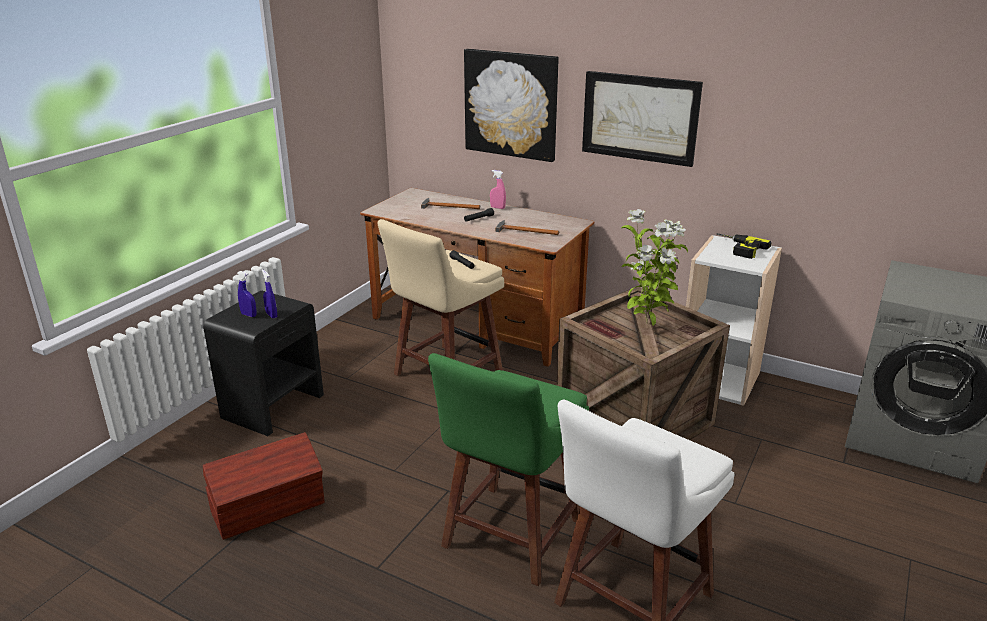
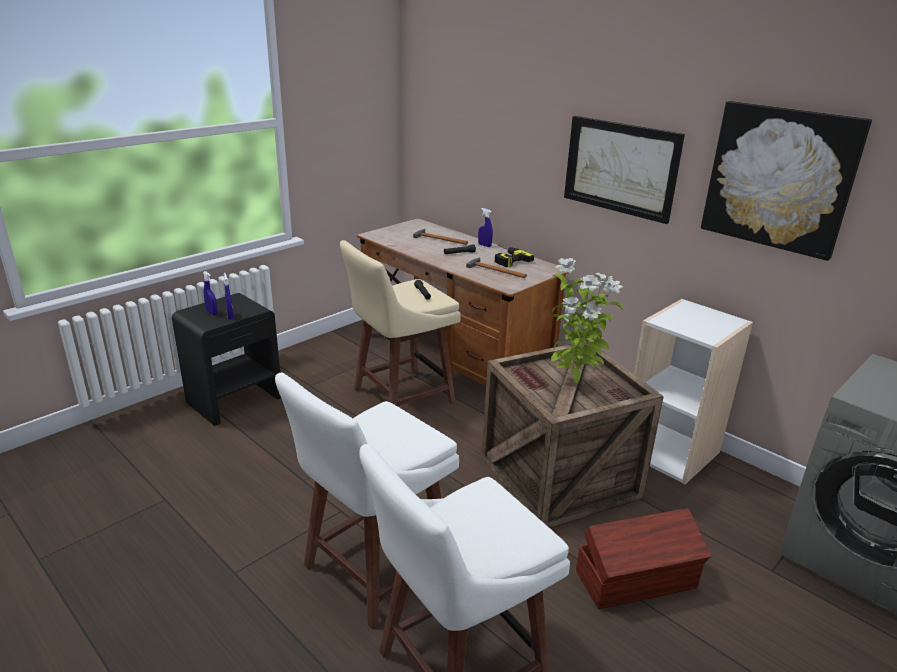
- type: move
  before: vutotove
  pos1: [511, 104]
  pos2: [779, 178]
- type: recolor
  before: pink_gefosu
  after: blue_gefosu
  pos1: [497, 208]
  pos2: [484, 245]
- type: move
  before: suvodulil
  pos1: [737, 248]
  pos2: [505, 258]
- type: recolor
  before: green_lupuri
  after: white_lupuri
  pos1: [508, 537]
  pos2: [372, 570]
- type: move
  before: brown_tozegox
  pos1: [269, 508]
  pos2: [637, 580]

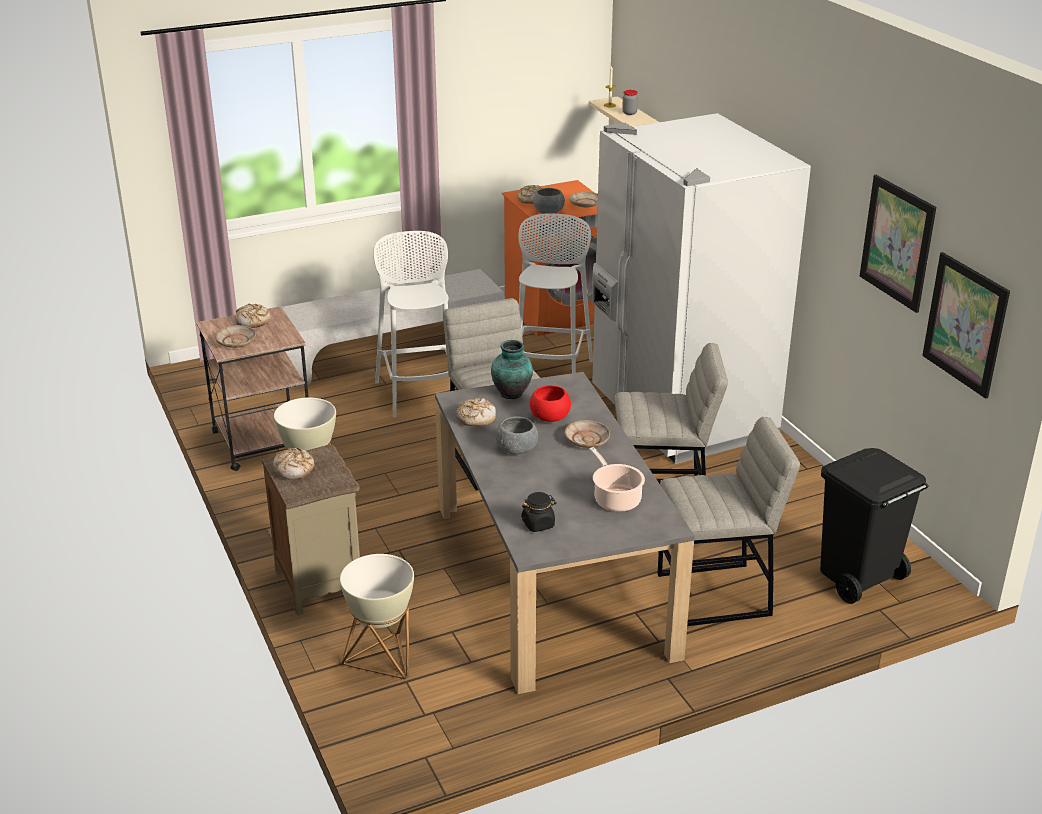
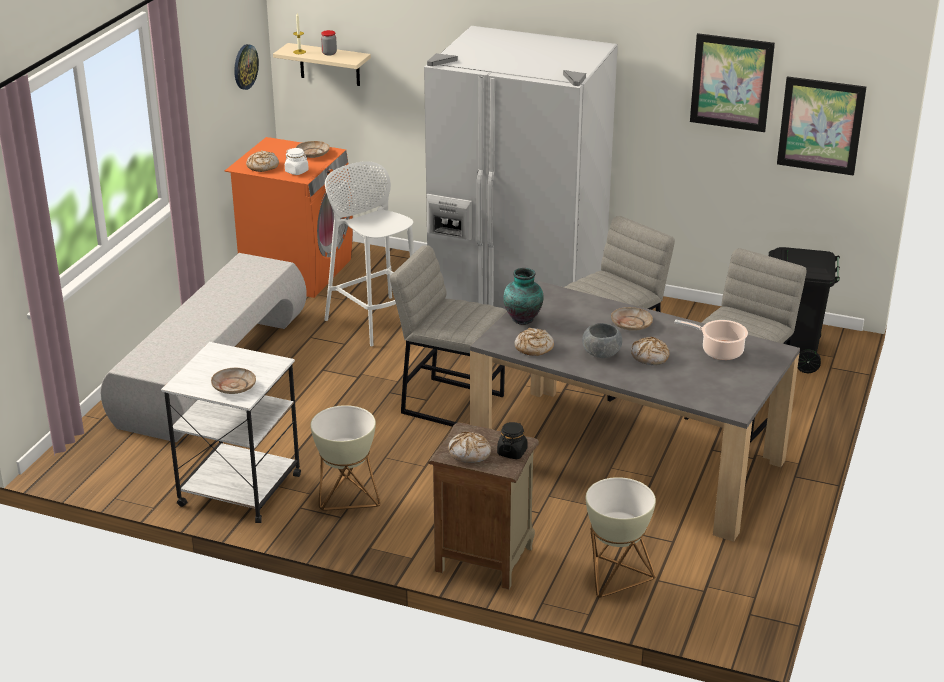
- type: replace
  before: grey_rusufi
  after: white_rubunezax
  pos1: [548, 212]
  pos2: [297, 171]
- type: delete
  before: white_lupuri
  pos1: [419, 394]
- type: move
  before: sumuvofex
  pos1: [253, 321]
  pos2: [650, 357]
- type: recolor
  before: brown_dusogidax
  after: white_dusogidax
  pos1: [262, 441]
  pos2: [238, 489]
- type: delete
  before: red_rusufi
  pos1: [549, 417]
- type: move
  before: black_rubunezax
  pos1: [538, 524]
  pos2: [512, 452]
- type: insert
  after: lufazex
  pos2: [245, 66]

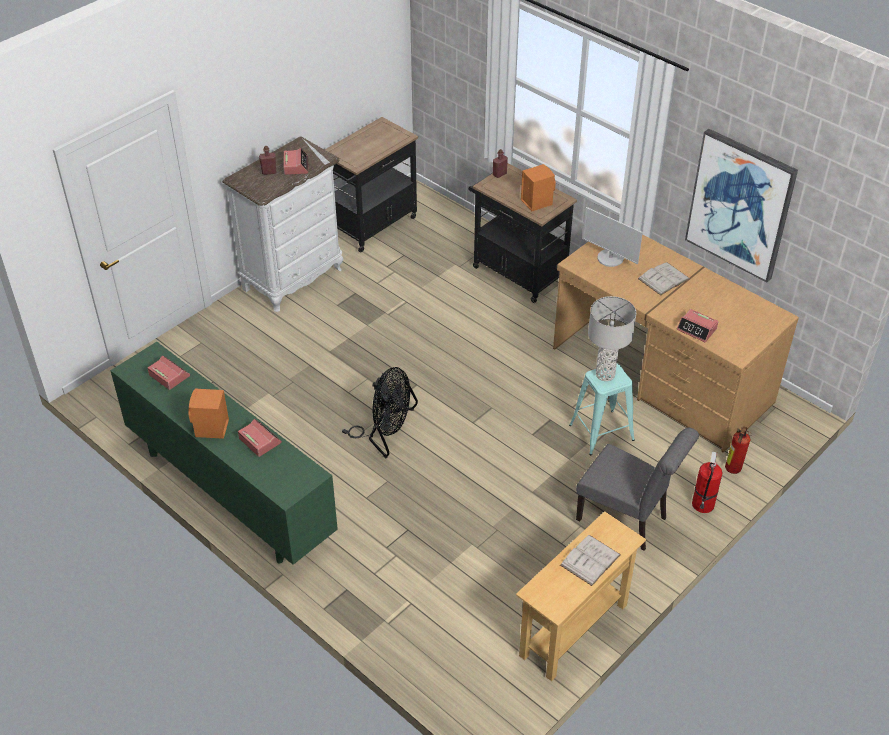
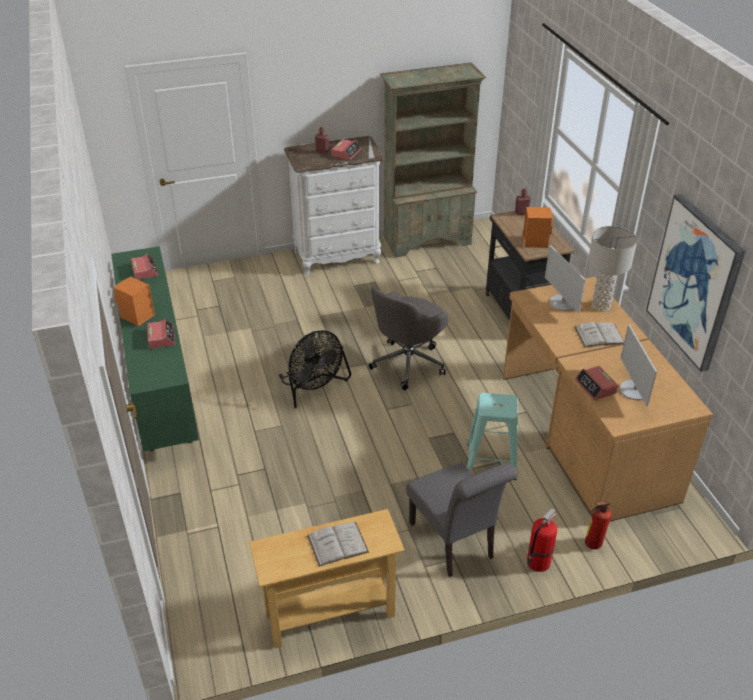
- type: replace
  before: black_dusogidax
  after: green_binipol
  pos1: [370, 226]
  pos2: [427, 240]
- type: move
  before: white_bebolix
  pos1: [605, 374]
  pos2: [601, 305]
- type: insert
  after: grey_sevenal
  pos2: [408, 364]
- type: insert
  after: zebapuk
  pos2: [634, 390]

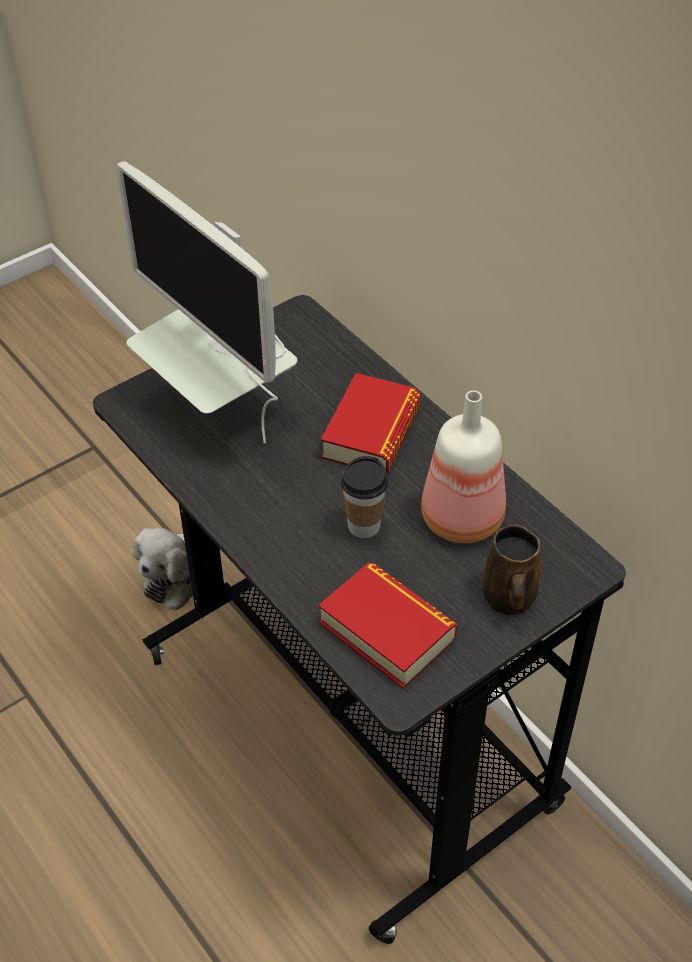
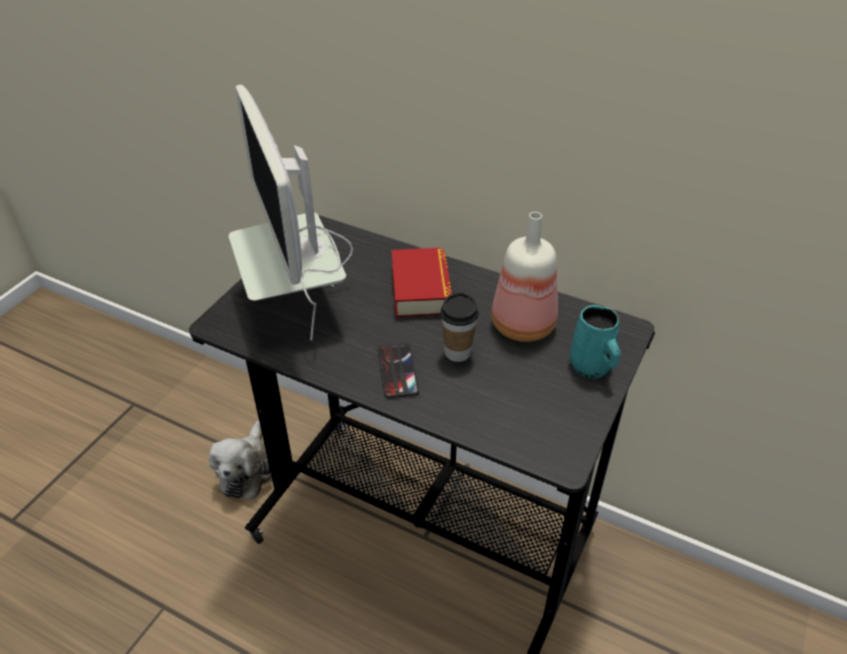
- type: rotate
  before: zebapuk
  pos1: [222, 405]
  pos2: [297, 303]
  turn: 45
- type: recolor
  before: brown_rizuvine
  after: turquoise_rizuvine
  pos1: [509, 599]
  pos2: [591, 367]
- type: delete
  before: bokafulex
  pos1: [387, 631]
- type: insert
  after: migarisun
  pos2: [397, 370]

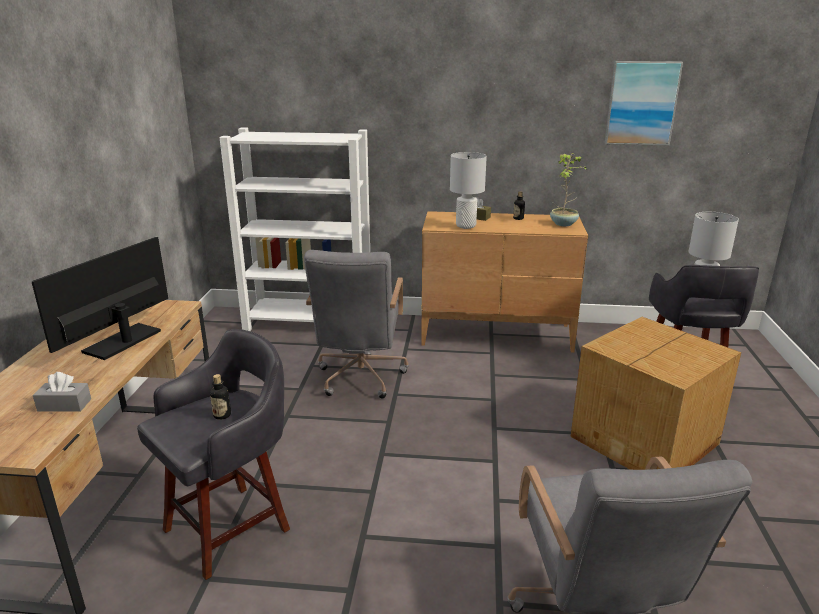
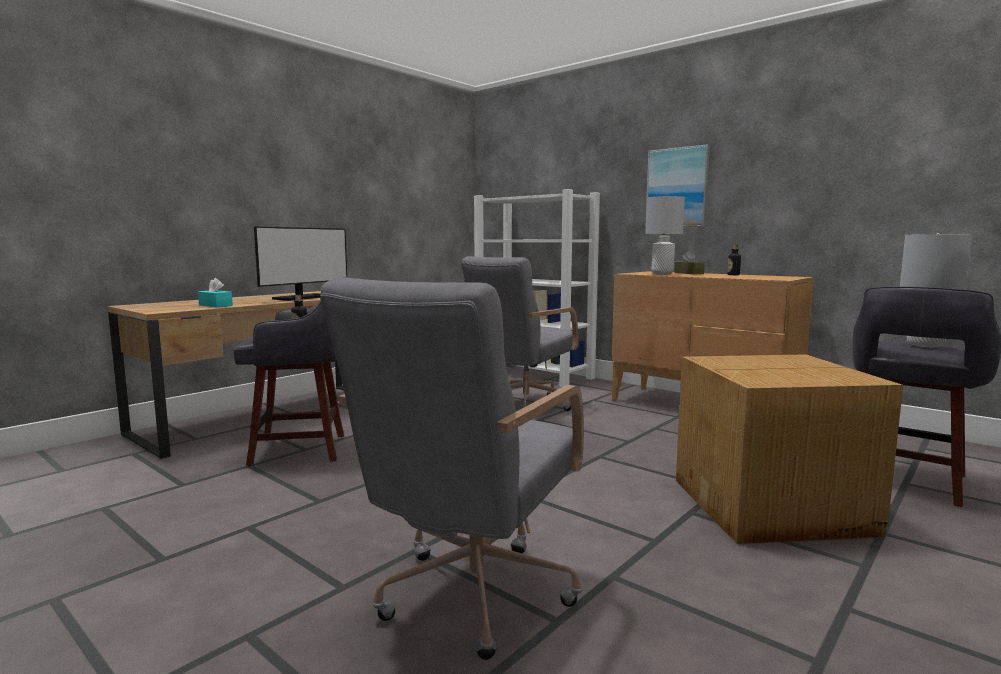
- type: move
  before: vutotove
  pos1: [641, 103]
  pos2: [677, 188]
- type: delete
  before: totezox
  pos1: [564, 224]
- type: rotate
  before: zebapuk
  pos1: [122, 341]
  pos2: [303, 297]
  turn: 150
- type: recolor
  before: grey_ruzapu
  after: turquoise_ruzapu
  pos1: [64, 405]
  pos2: [215, 305]

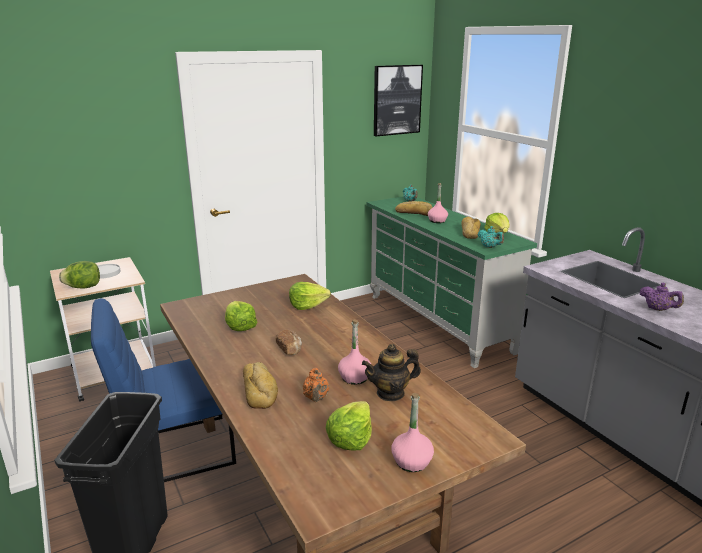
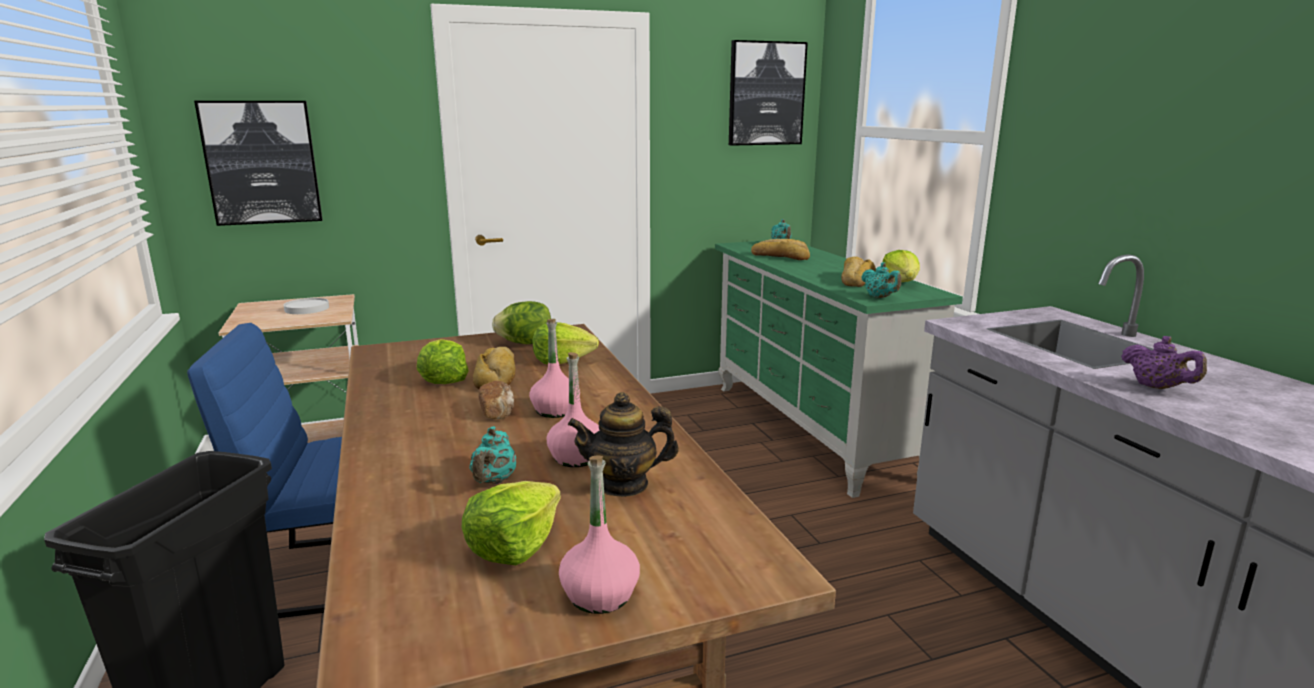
- type: move
  before: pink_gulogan
  pos1: [437, 221]
  pos2: [555, 411]
- type: move
  before: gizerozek
  pos1: [83, 287]
  pos2: [525, 343]
- type: move
  before: sumuvofex
  pos1: [260, 389]
  pos2: [498, 376]
- type: recolor
  before: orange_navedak
  after: turquoise_navedak
  pos1: [316, 398]
  pos2: [494, 481]
- type: insert
  after: vutotove
  pos2: [262, 162]

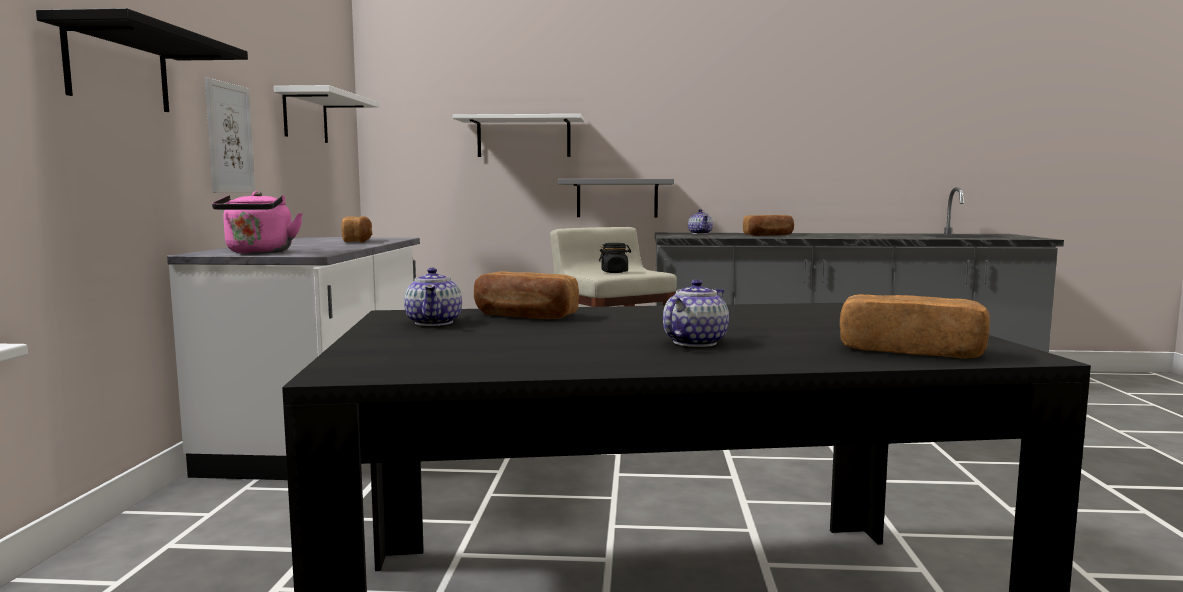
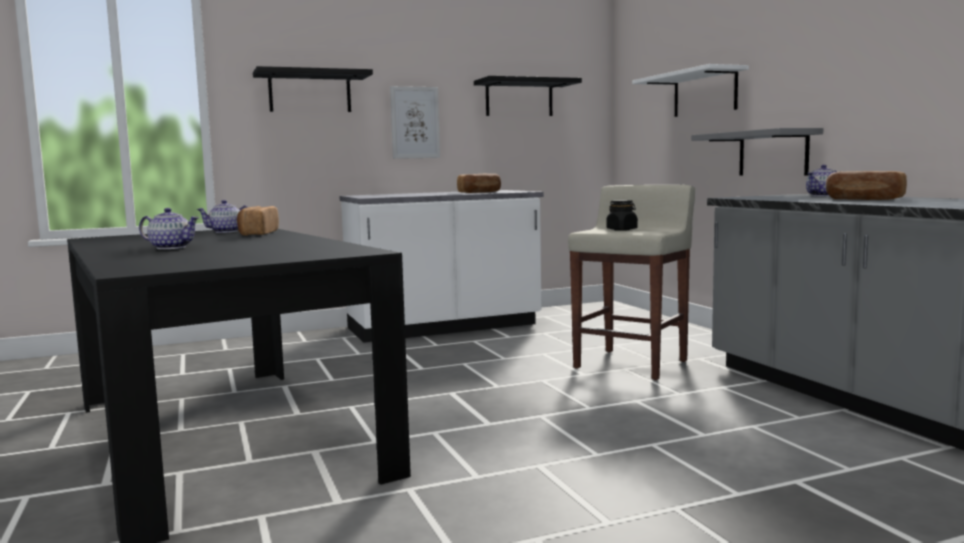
- type: recolor
  before: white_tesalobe
  after: black_tesalobe
  pos1: [305, 117]
  pos2: [519, 98]
- type: delete
  before: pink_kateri
  pos1: [258, 252]
- type: delete
  before: sumuvofex
  pos1: [910, 351]

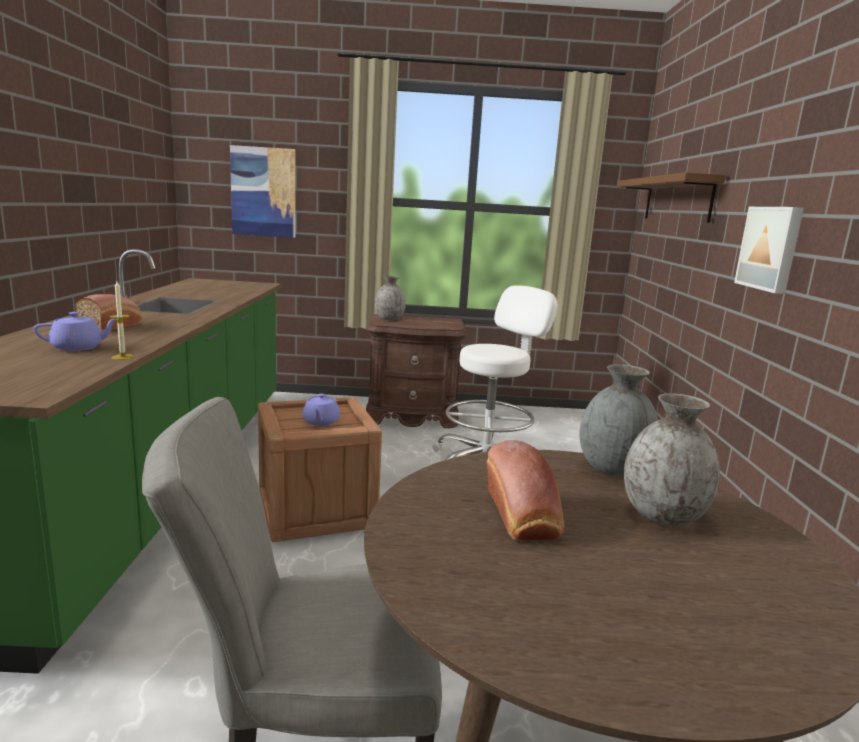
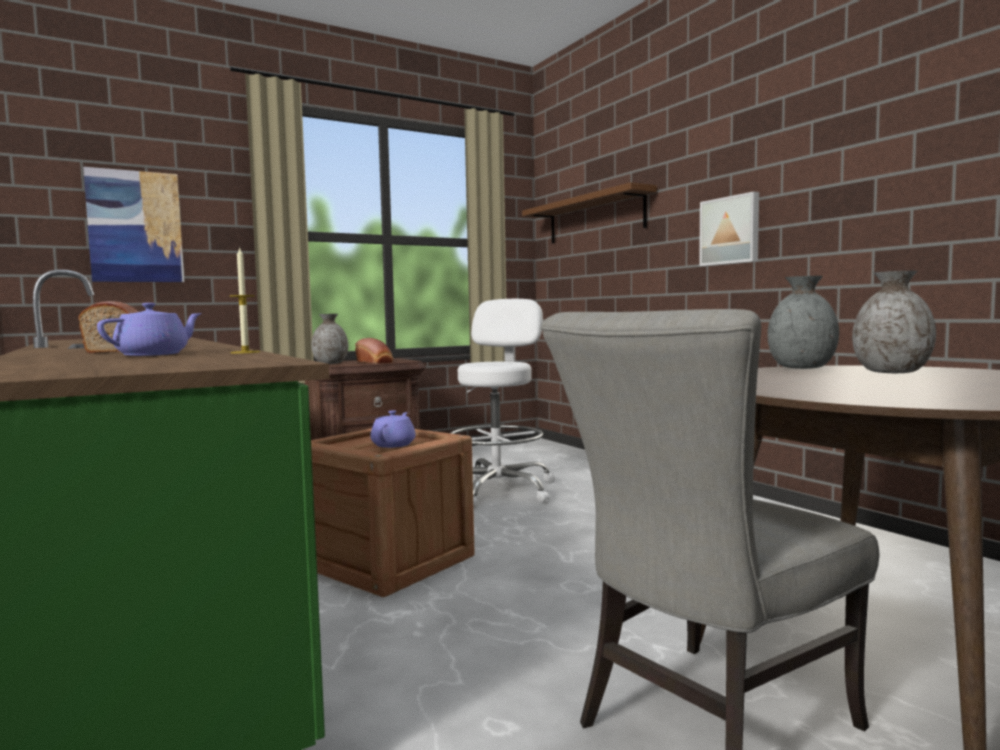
- type: rotate
  before: purple_navedak
  pos1: [320, 422]
  pos2: [394, 444]
  turn: -135
- type: move
  before: sumuvofex
  pos1: [522, 516]
  pos2: [375, 362]

